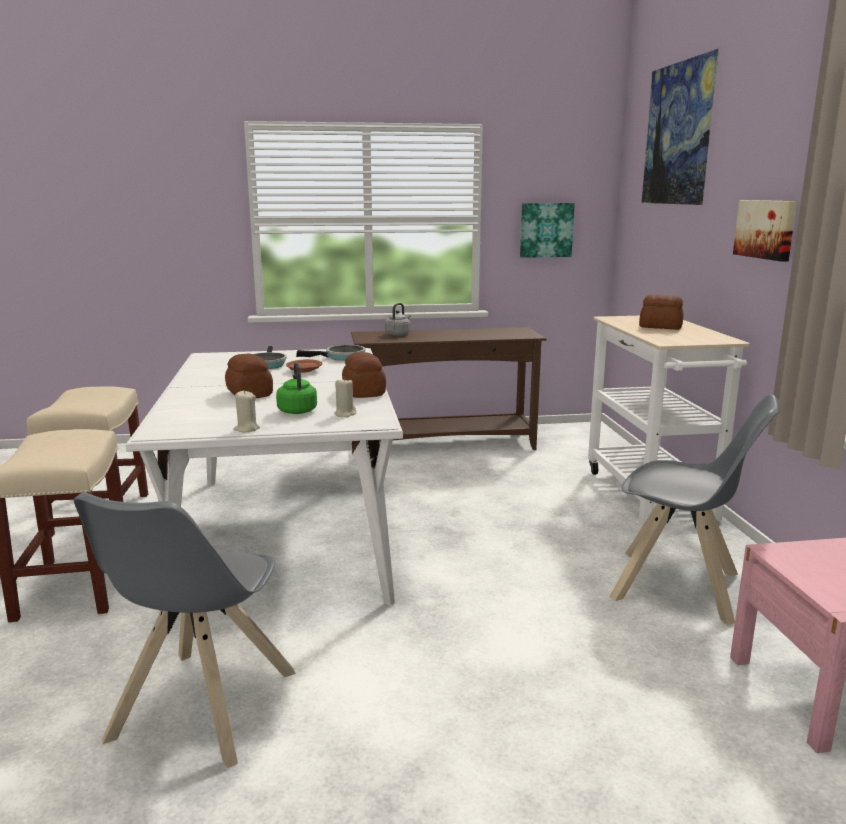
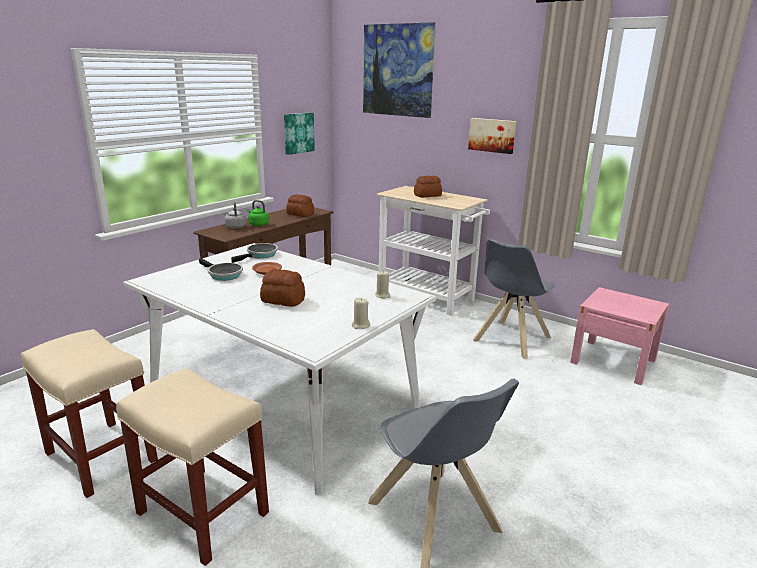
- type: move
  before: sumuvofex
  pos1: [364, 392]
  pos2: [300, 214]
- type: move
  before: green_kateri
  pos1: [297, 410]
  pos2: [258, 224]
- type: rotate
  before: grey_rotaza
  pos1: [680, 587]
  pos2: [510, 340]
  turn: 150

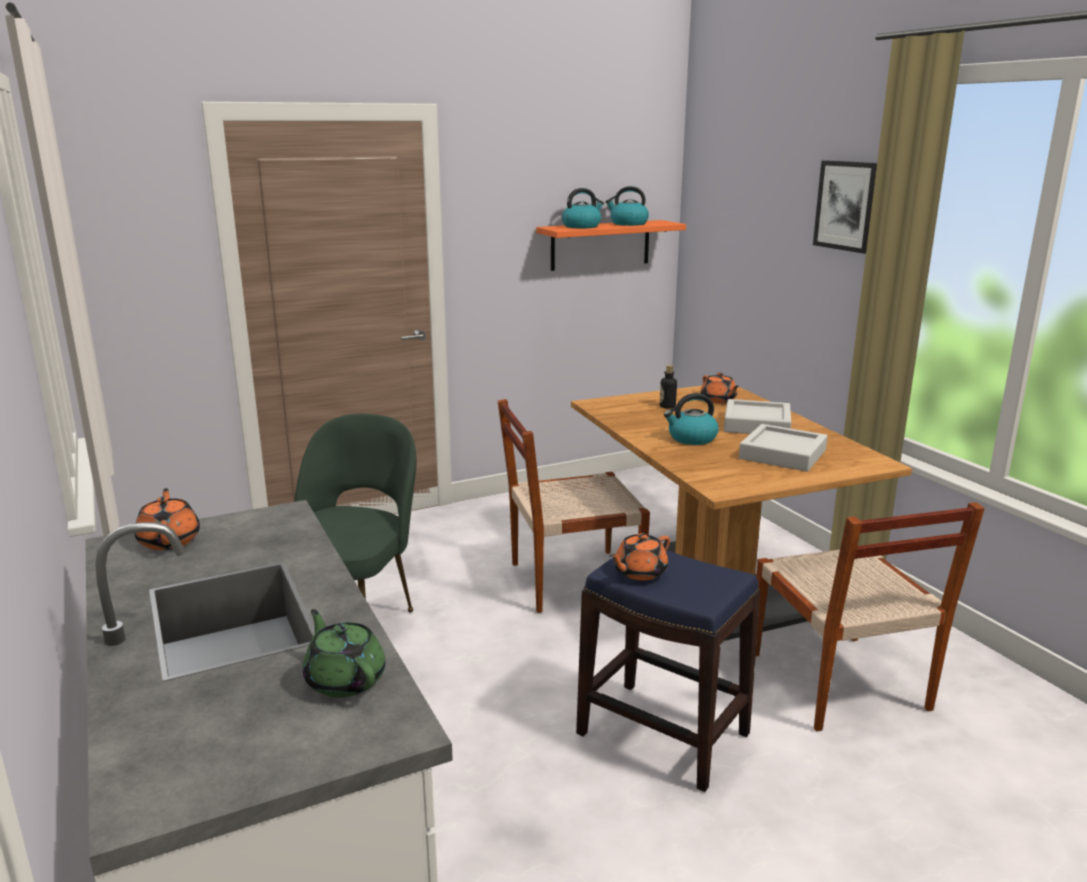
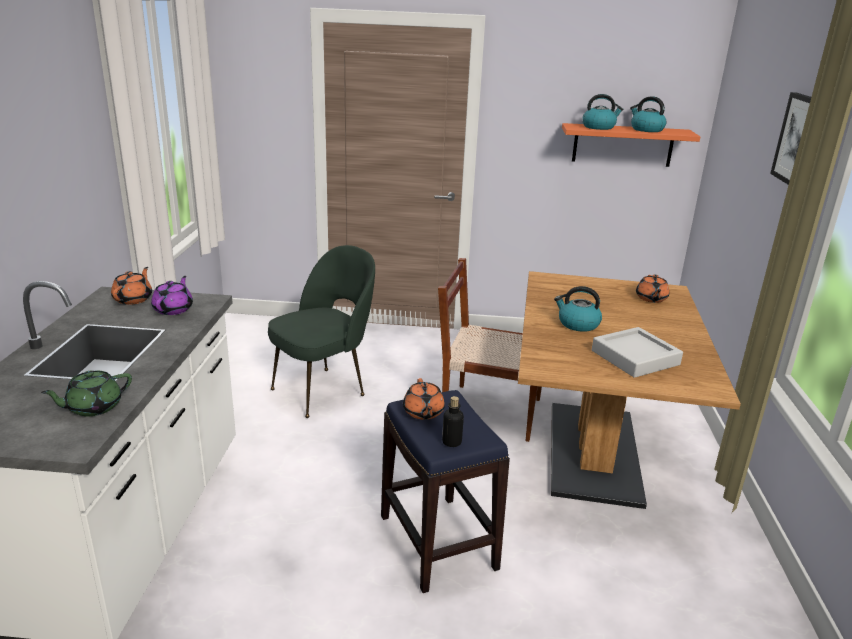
- type: move
  before: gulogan
  pos1: [667, 406]
  pos2: [451, 442]
- type: delete
  before: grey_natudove
  pos1: [756, 424]
- type: delete
  before: rotaza
  pos1: [840, 685]
- type: rotate
  before: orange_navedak
  pos1: [639, 572]
  pos2: [423, 412]
  turn: -90
- type: rotate
  before: green_navedak
  pos1: [345, 679]
  pos2: [93, 407]
  turn: -120
- type: insert
  after: purple_navedak
  pos2: [174, 309]

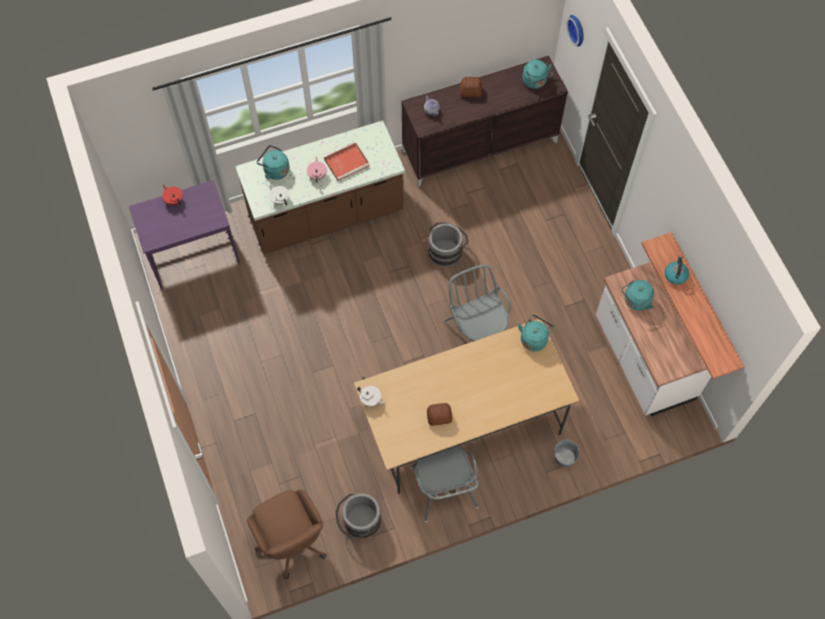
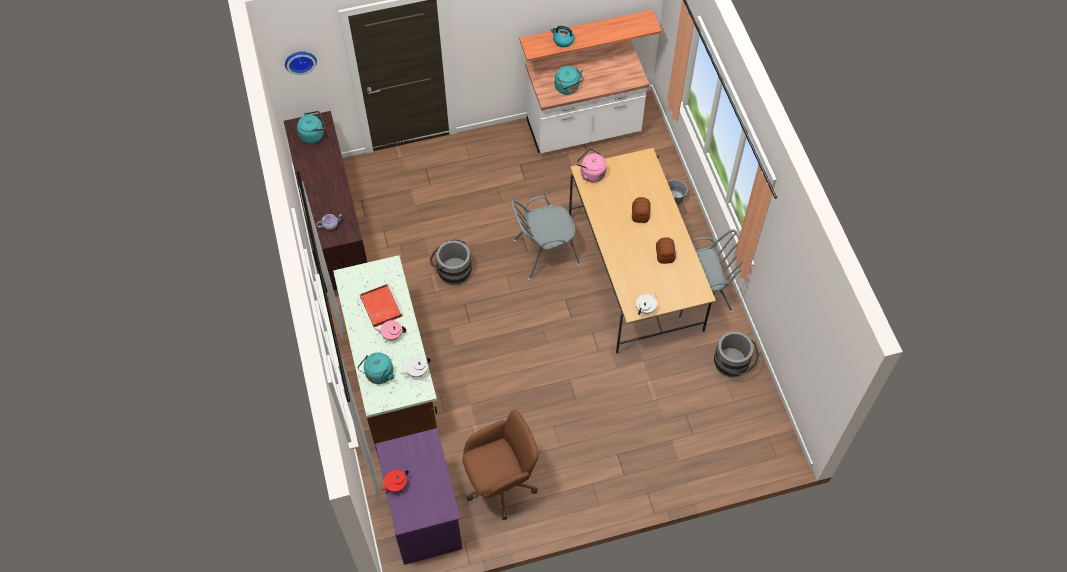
- type: move
  before: sumuvofex
  pos1: [470, 91]
  pos2: [640, 214]
- type: recolor
  before: turquoise_kateri
  after: pink_kateri
  pos1: [534, 338]
  pos2: [591, 173]
- type: move
  before: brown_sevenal
  pos1: [292, 542]
  pos2: [501, 485]

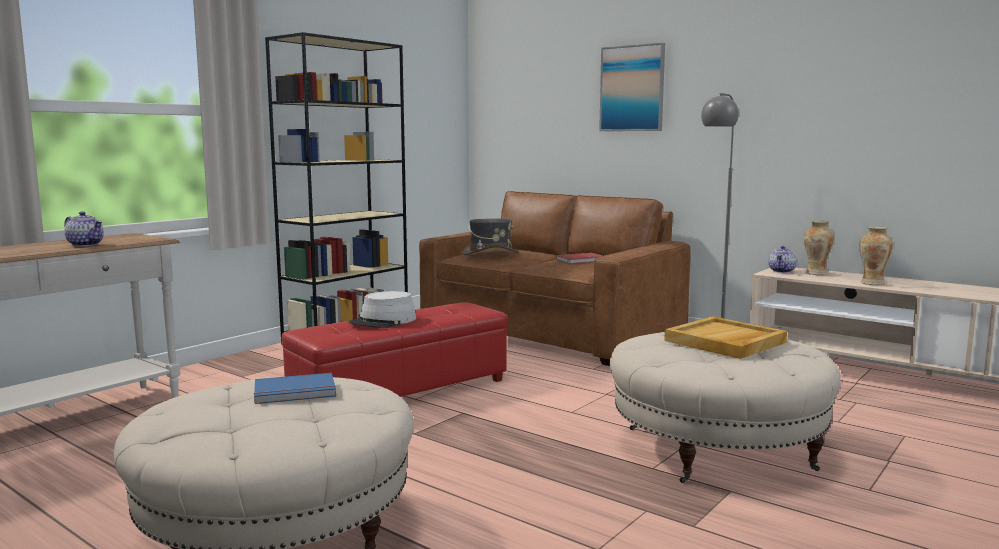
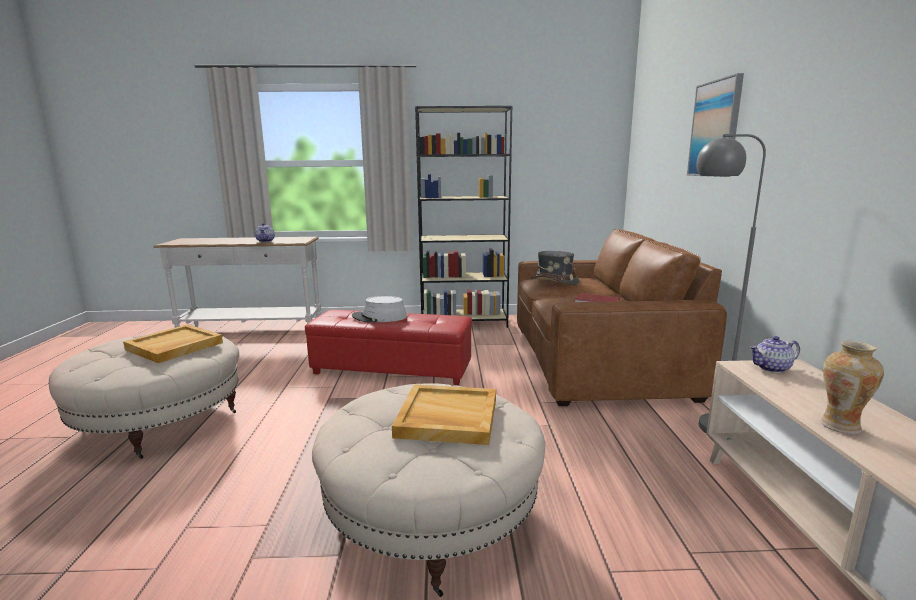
- type: delete
  before: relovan
  pos1: [816, 273]
- type: replace
  before: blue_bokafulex
  after: beige_natudove
  pos1: [295, 392]
  pos2: [174, 346]

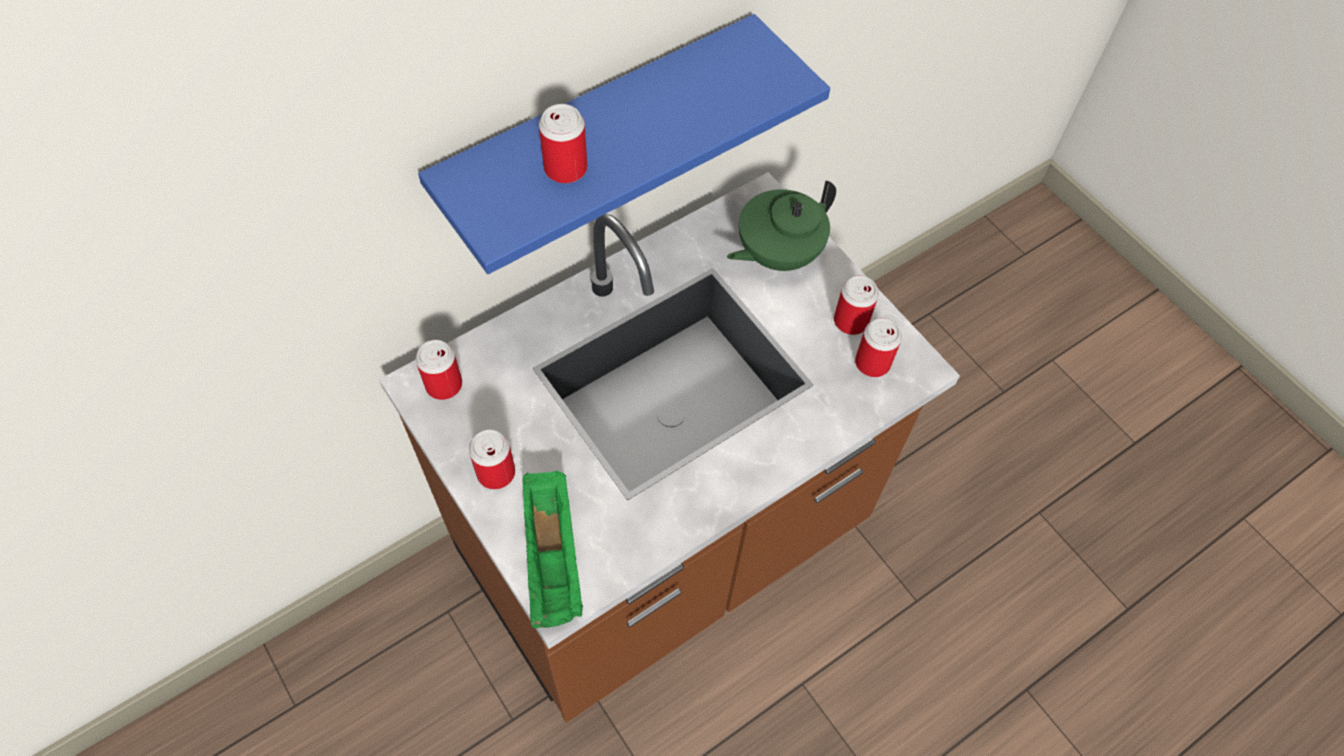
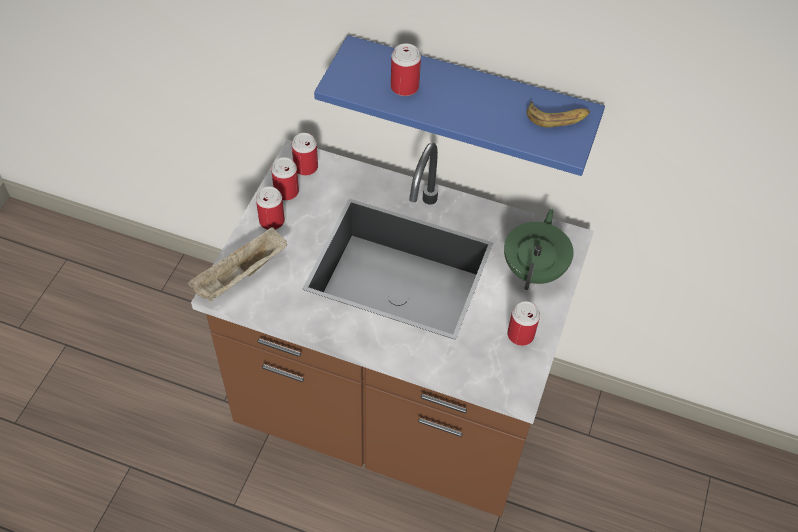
- type: rotate
  before: green_navedak
  pos1: [777, 254]
  pos2: [534, 269]
  turn: 90
- type: move
  before: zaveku
  pos1: [872, 363]
  pos2: [286, 192]
- type: recolor
  before: green_natudove
  after: beige_natudove
  pos1: [553, 559]
  pos2: [240, 276]
- type: insert
  after: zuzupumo
  pos2: [557, 118]

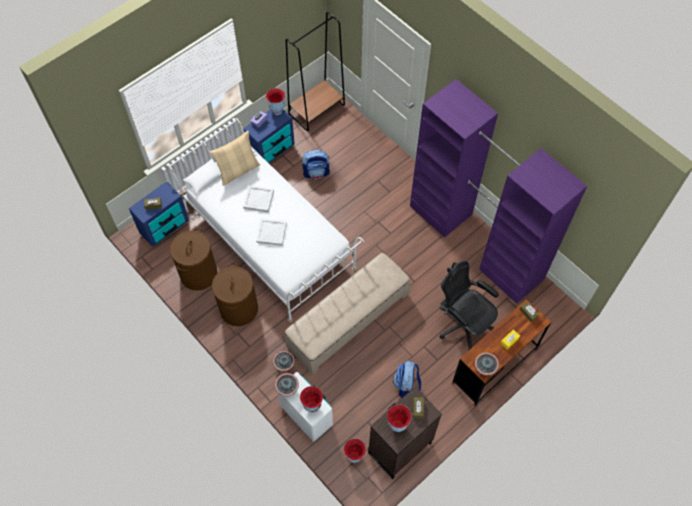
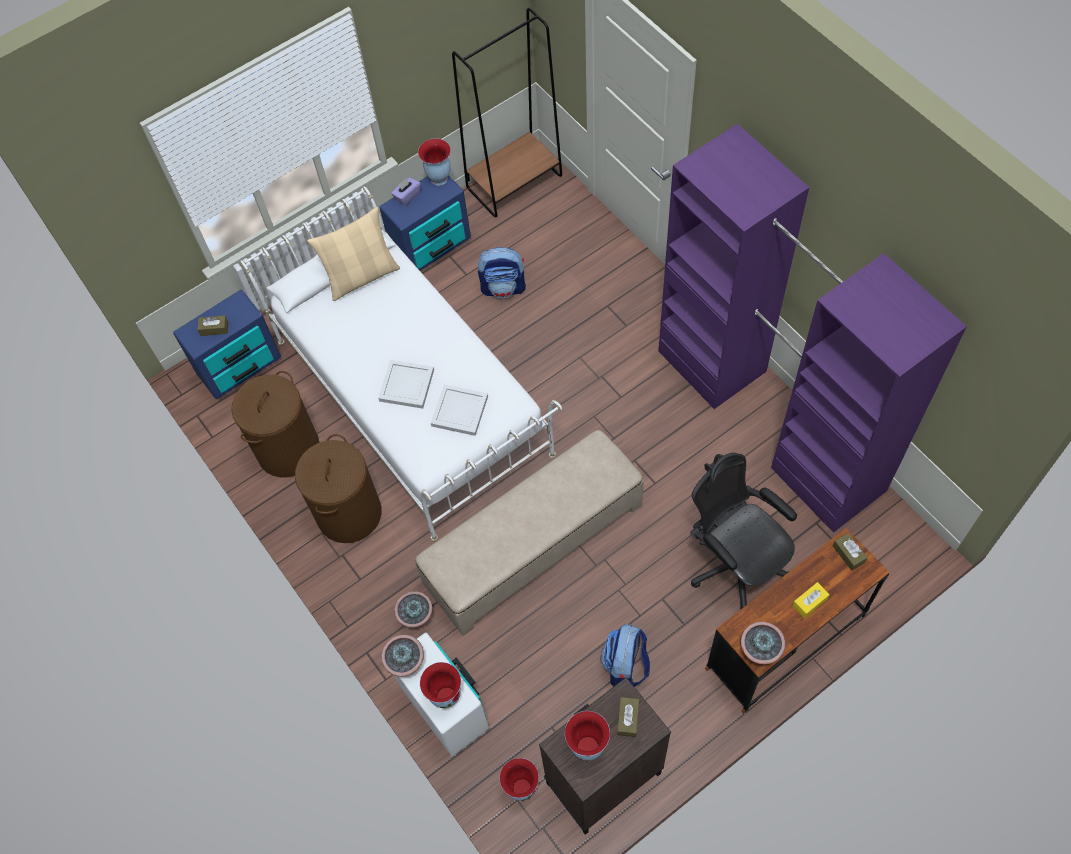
- type: move
  before: white_natudove
  pos1: [258, 199]
  pos2: [459, 410]

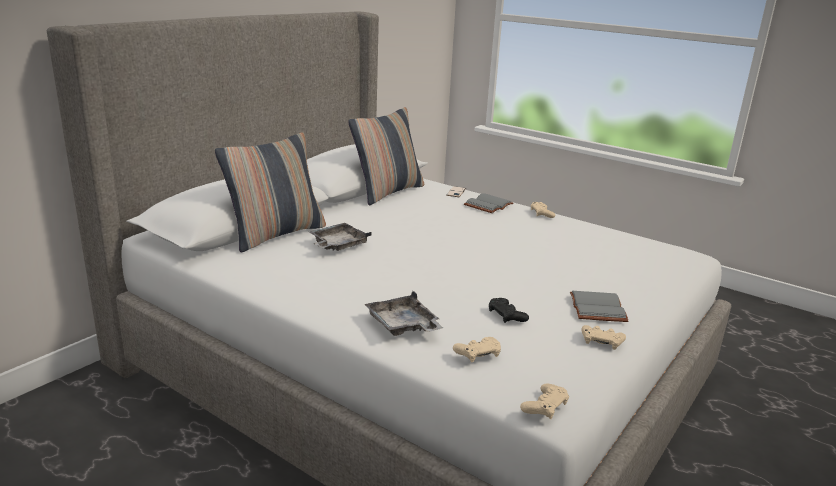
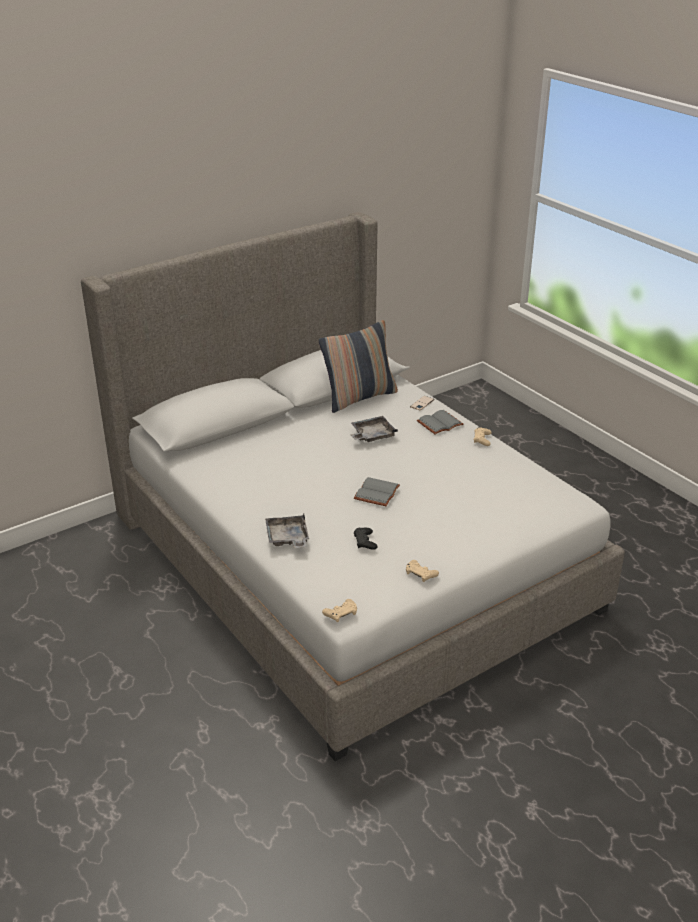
- type: delete
  before: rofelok
  pos1: [276, 234]
- type: move
  before: grey_natudove
  pos1: [338, 245]
  pos2: [372, 435]
- type: move
  before: grey_bokafulex
  pos1: [599, 309]
  pos2: [377, 493]
- type: delete
  before: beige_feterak
  pos1: [478, 353]

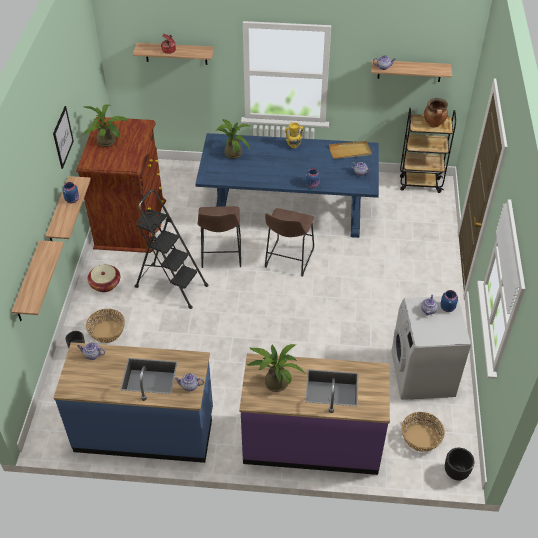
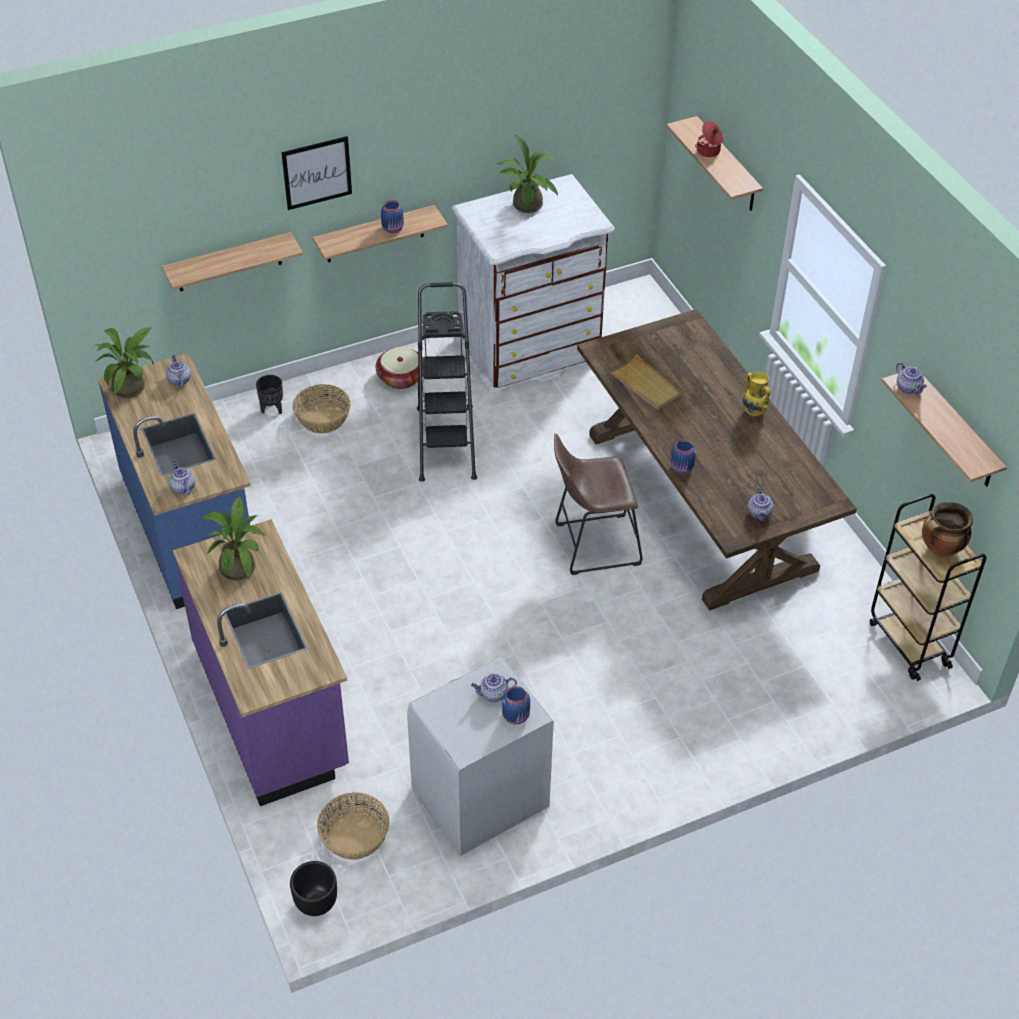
- type: move
  before: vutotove
  pos1: [63, 137]
  pos2: [317, 172]
- type: recolor
  before: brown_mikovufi
  after: white_mikovufi
  pos1: [130, 222]
  pos2: [531, 347]
- type: move
  before: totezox
  pos1: [233, 152]
  pos2: [132, 386]
- type: recolor
  before: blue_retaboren
  after: brown_retaboren
  pos1: [287, 209]
  pos2: [698, 500]
- type: move
  before: beige_natudove
  pos1: [350, 151]
  pos2: [646, 385]
- type: delete
  before: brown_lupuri
  pos1: [221, 255]

